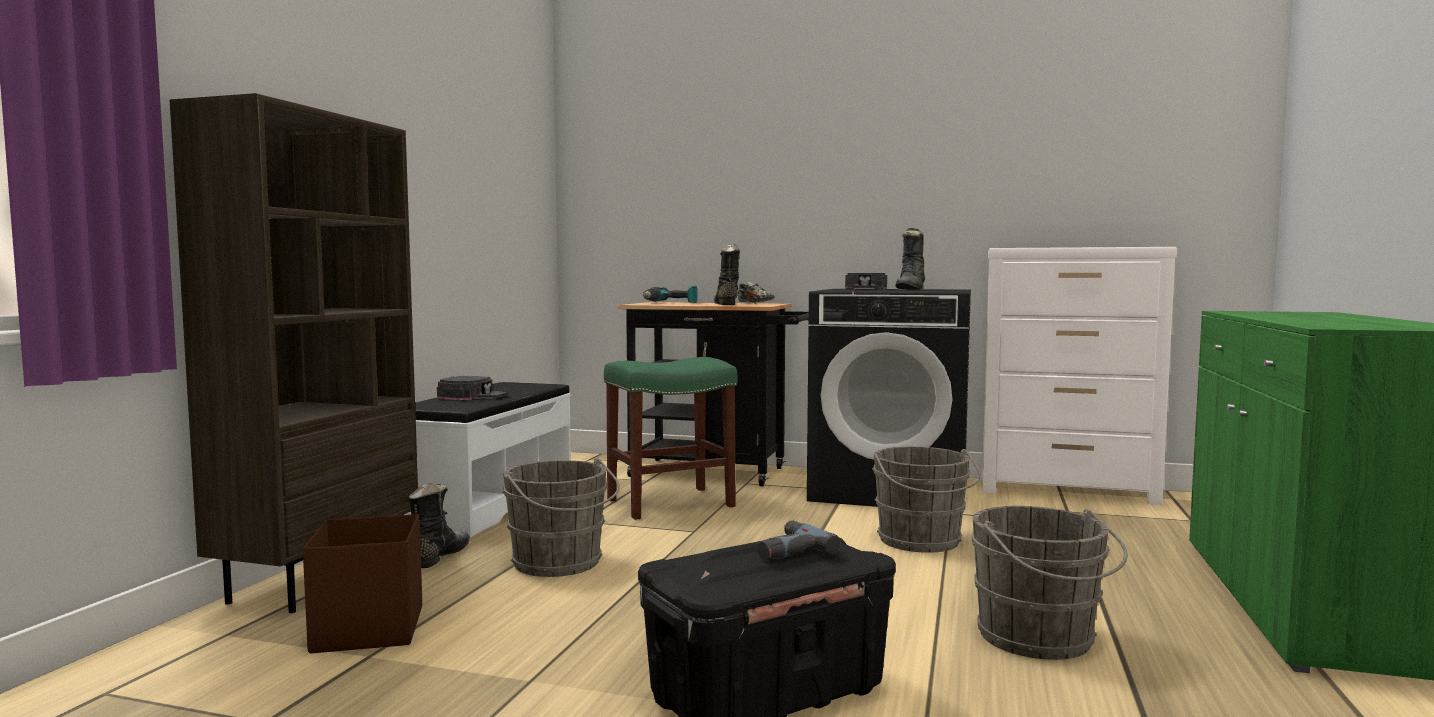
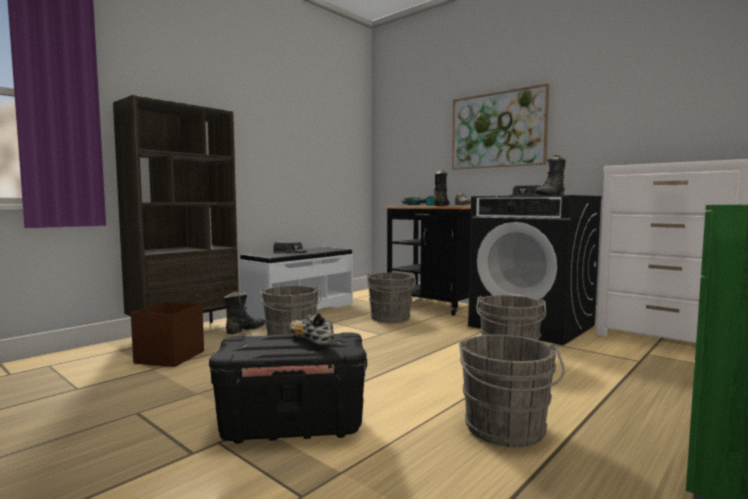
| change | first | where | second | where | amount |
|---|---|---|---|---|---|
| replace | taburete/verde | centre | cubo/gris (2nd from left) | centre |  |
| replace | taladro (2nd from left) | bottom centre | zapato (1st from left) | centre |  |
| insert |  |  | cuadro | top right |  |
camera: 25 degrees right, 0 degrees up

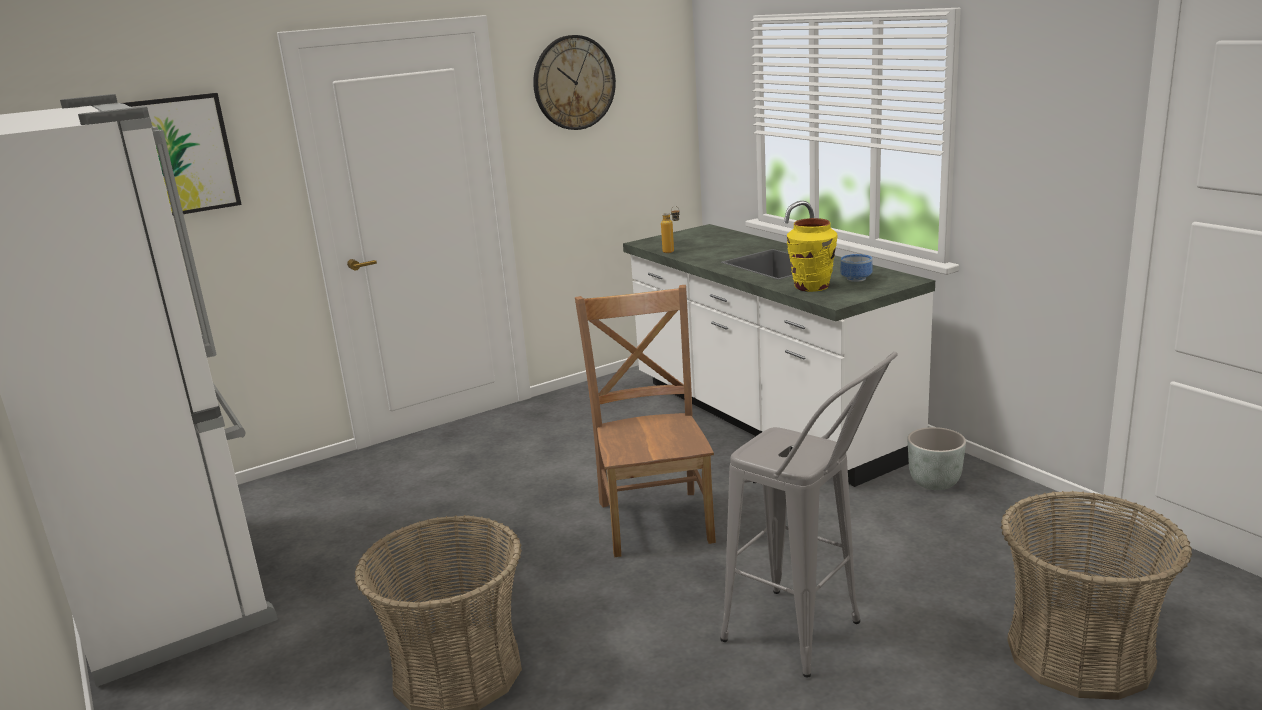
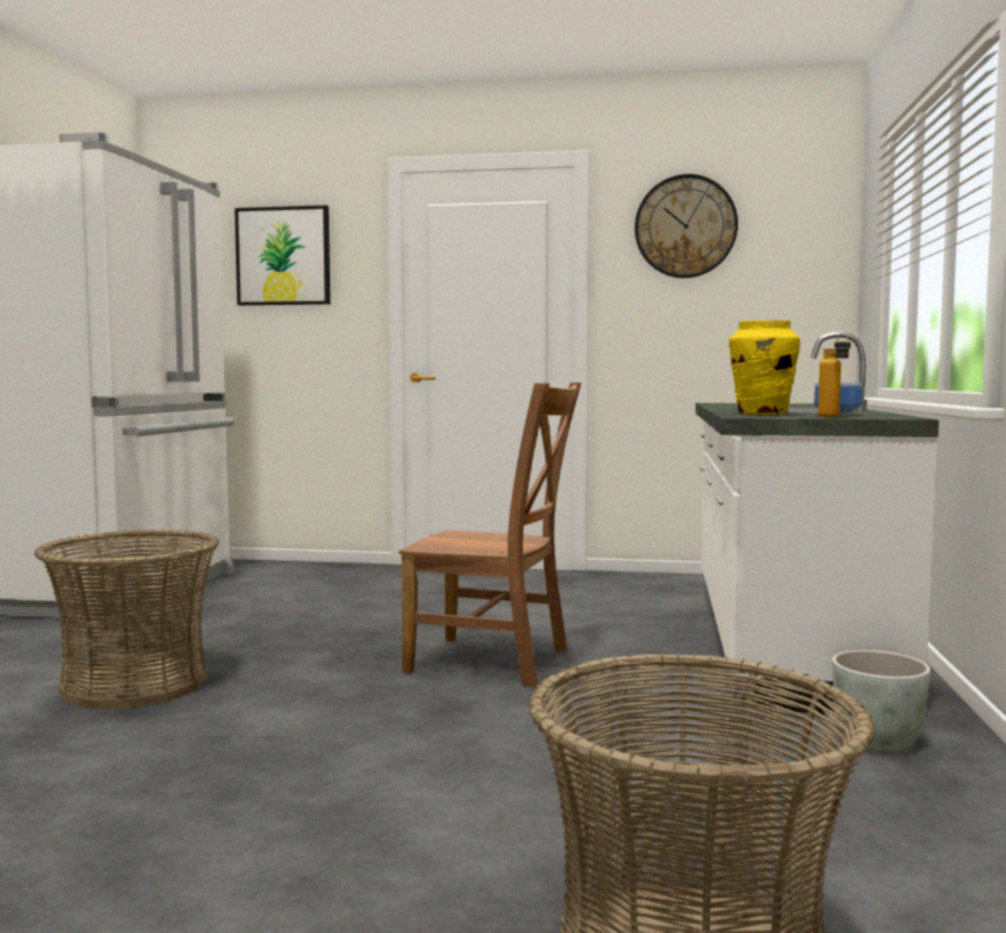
| change | first | where | second | where | amount |
|---|---|---|---|---|---|
| rotate | silla/marrón | centre |  | centre | 75 degrees clockwise |
| move | botella | top centre |  | middle right |  |
| delete | taburete/gris | bottom centre |  |  |  |
camera: 40 degrees right, 15 degrees down

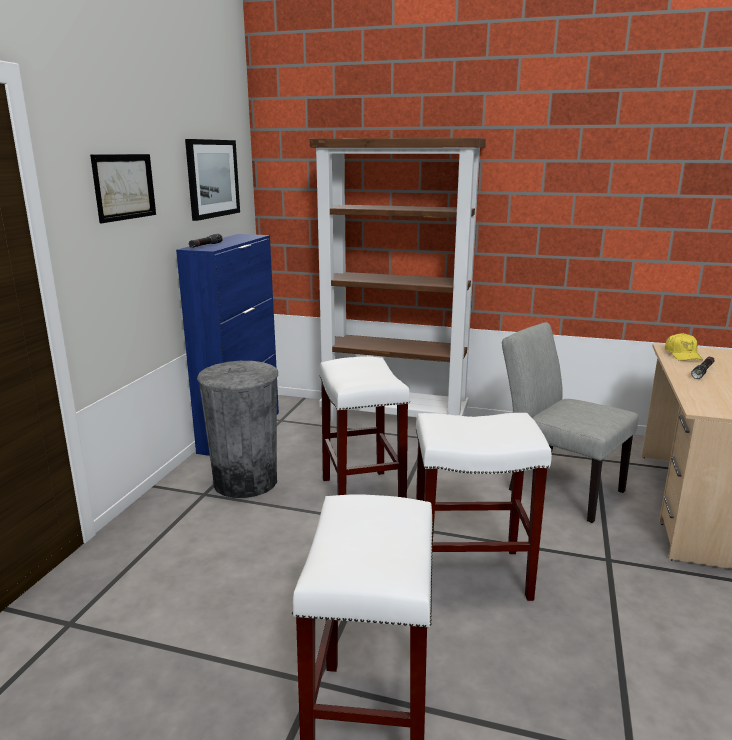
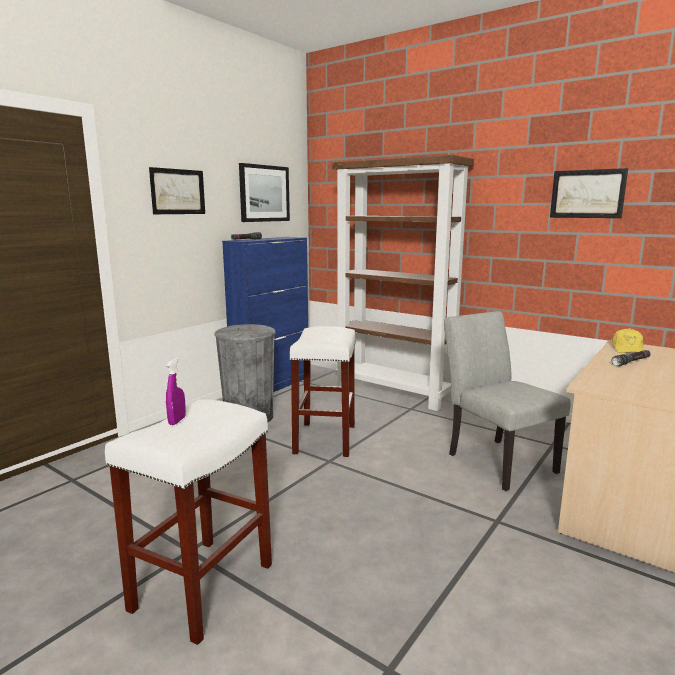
| change | first | where | second | where | amount |
|---|---|---|---|---|---|
| delete | taburete/blanco (3rd from left) | bottom centre |  |  |  |
| insert |  |  | pulverizador/morado | middle left |  |
| insert |  |  | cuadro (3rd from left) | top right |  |
camera: 20 degrees right, 5 degrees down

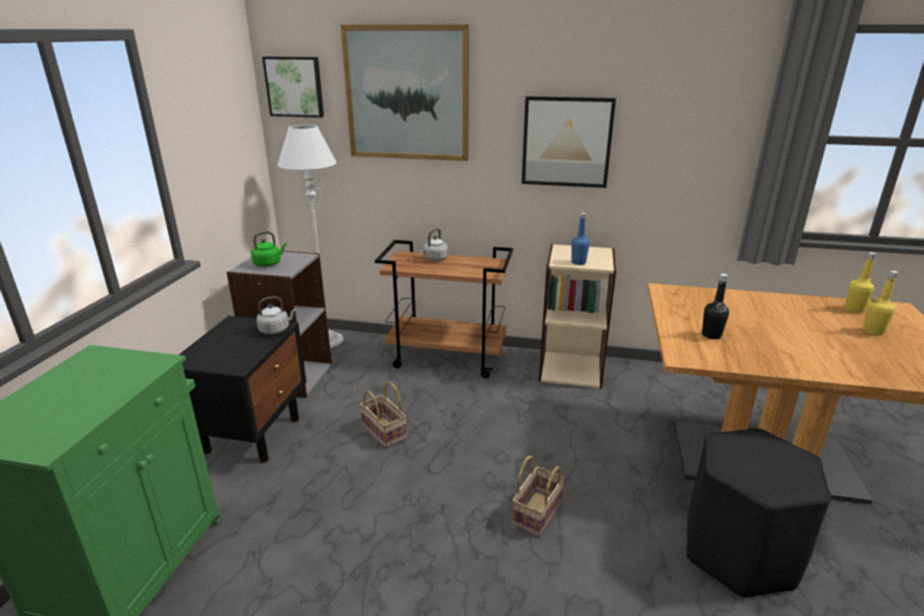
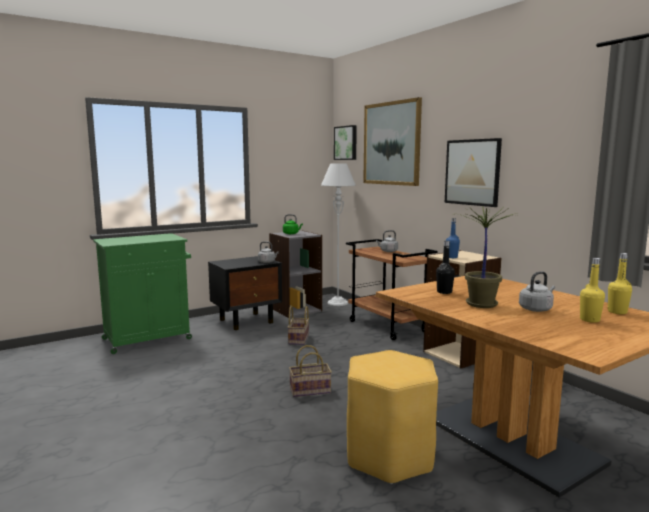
| change | first | where | second | where | amount |
|---|---|---|---|---|---|
| recolor | taburete/negro | bottom right | taburete/amarillo | bottom centre |  |
| insert |  |  | planta en maceta | middle right |  |
| insert |  |  | hervidor/gris (3rd from left) | middle right |  |
camera: 45 degrees right, 15 degrees down

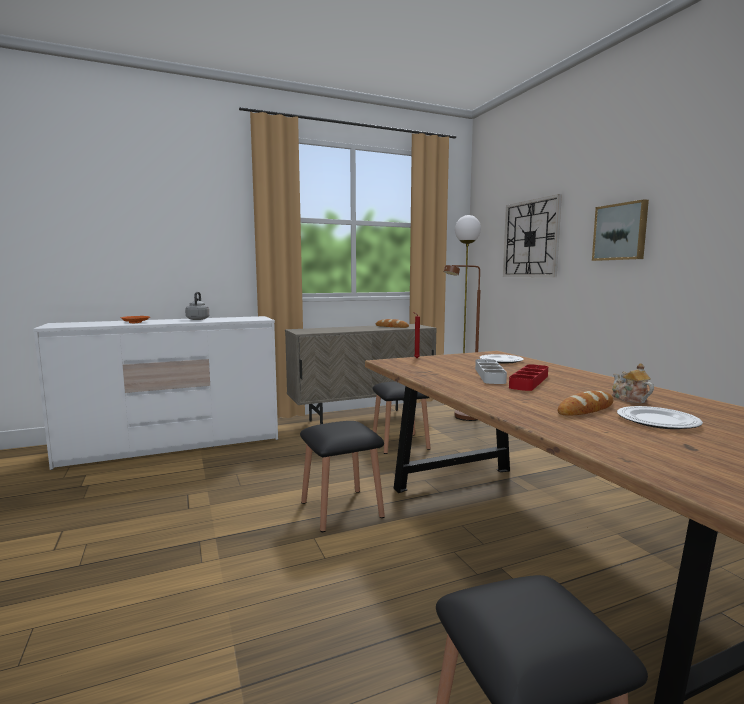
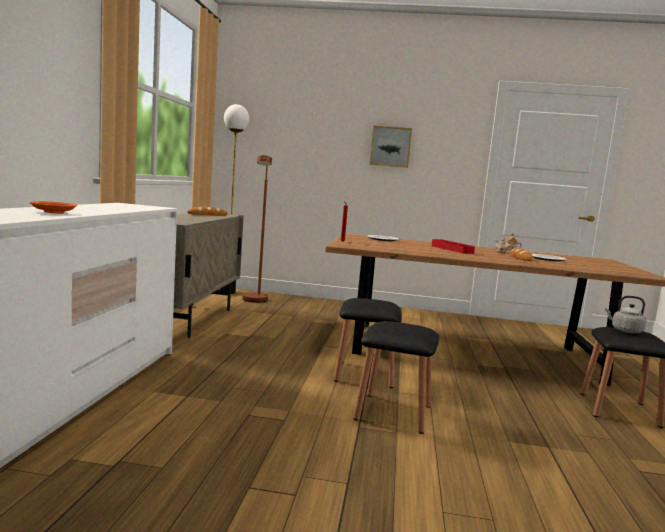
| change | first | where | second | where | amount |
|---|---|---|---|---|---|
| move | hervidor/gris | middle left |  | middle right |  |
| move | taburete/negro (2nd from left) | centre |  | bottom centre |  |
| delete | bandeja/gris | centre |  |  |  |
| delete | reloj de pared | middle right |  |  |  |
camera: 60 degrees left, 0 degrees up

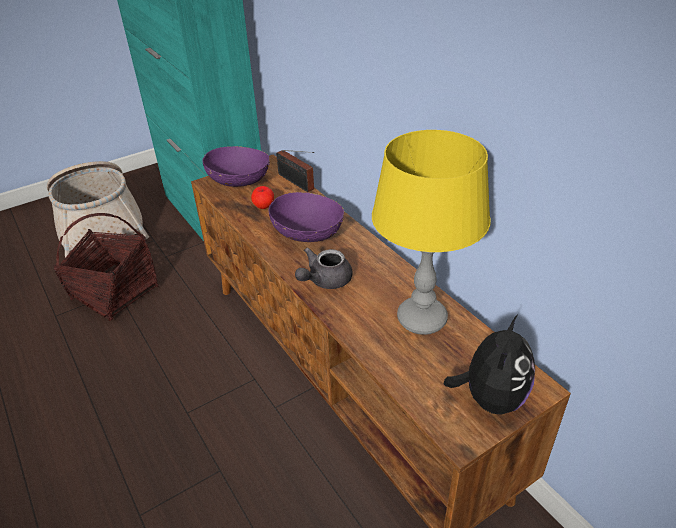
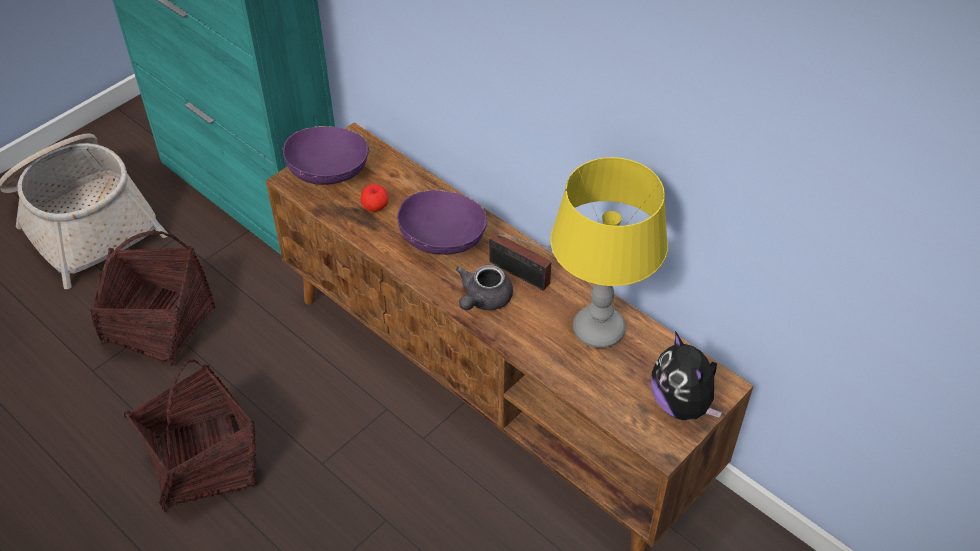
| change | first | where | second | where | amount |
|---|---|---|---|---|---|
| move | radio | top centre |  | centre |  |
| rotate | peluche | bottom right |  | bottom right | 150 degrees clockwise |
| insert |  |  | cesta (3rd from left) | bottom left |  |
camera: 15 degrees left, 10 degrees up

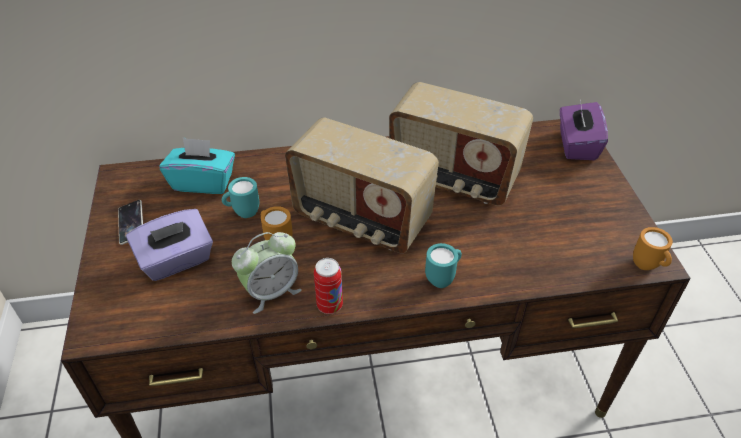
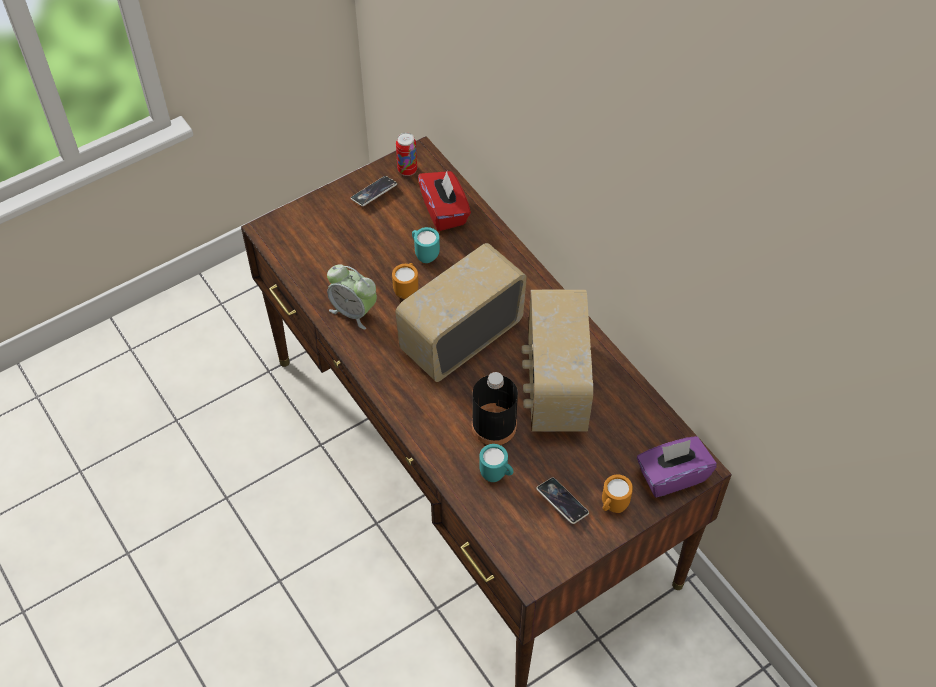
| change | first | where | second | where | amount |
|---|---|---|---|---|---|
| delete | caja de pañuelos/morado (1st from left) | middle left |  |  |  |
| recolor | caja de pañuelos/turquesa | middle left | caja de pañuelos/rojo | top centre |  |
| rotate | radio (1st from left) | centre |  | centre | 45 degrees clockwise |
| move | lata | centre |  | top centre |  |
| move | taza grande/turquesa (2nd from left) | centre |  | bottom centre |  |
| move | taza grande/naranja (2nd from left) | middle right |  | bottom centre |  |
| insert |  |  | botella/negro | centre |  |
| insert |  |  | móvil (2nd from left) | bottom centre |  |
camera: 65 degrees right, 10 degrees up

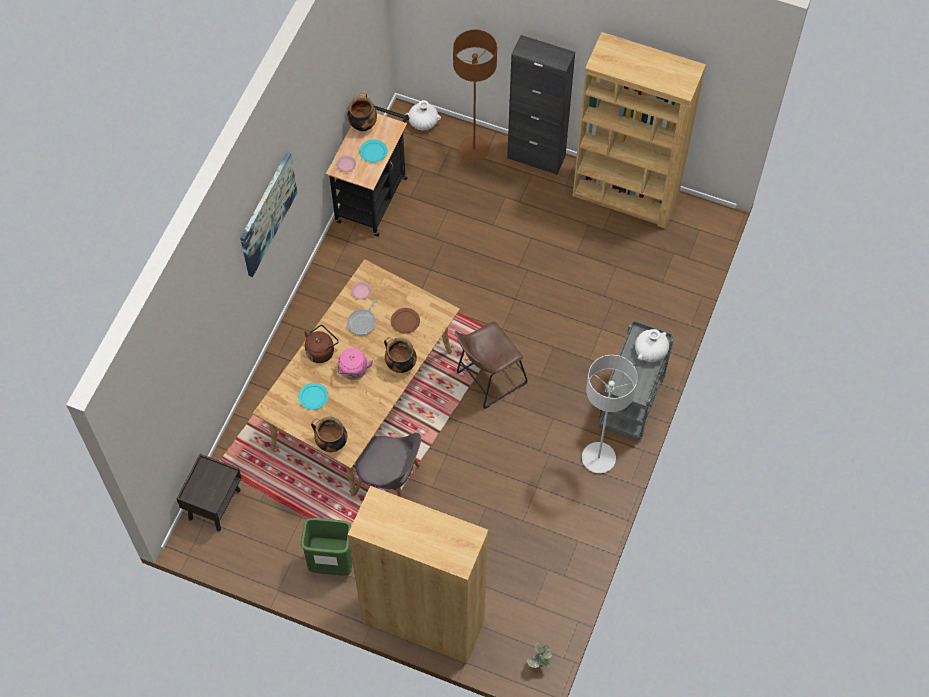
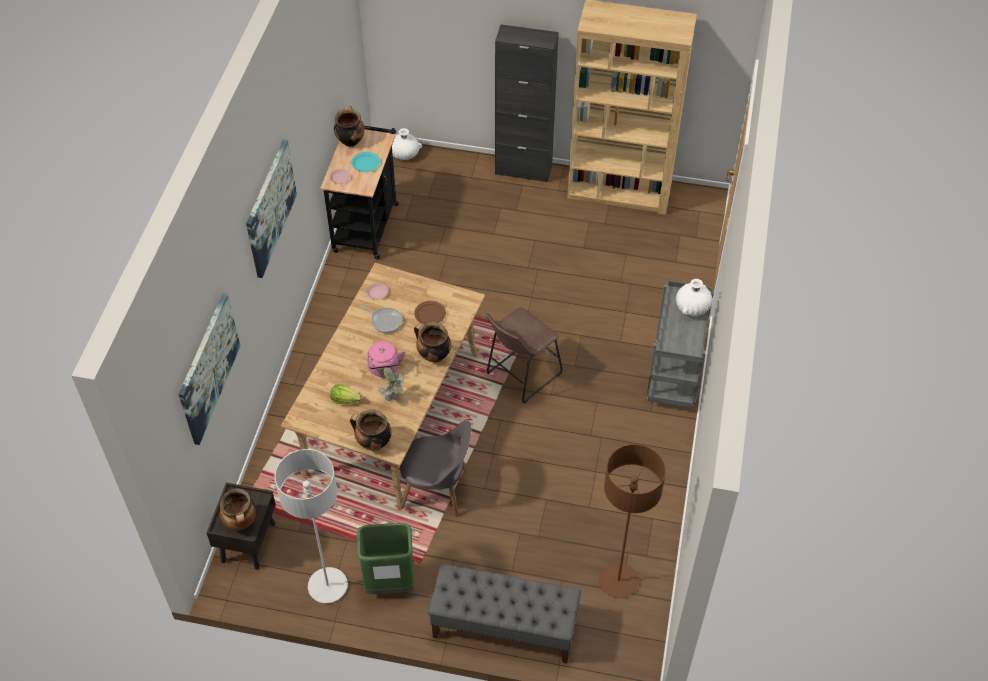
| change | first | where | second | where | amount |
|---|---|---|---|---|---|
| replace | plato/turquesa (1st from left) | centre | lechuga | centre |  |
| delete | hervidor/marrón | centre |  |  |  |
| rotate | sartén | centre |  | centre | 75 degrees counterclockwise |
| replace | estantería/marrón (1st from left) | bottom centre | banco/gris | bottom centre |  |
| move | lámpara de pie/marrón | top centre |  | bottom centre |  |
| move | planta en maceta | bottom centre |  | centre |  |
| move | lámpara de pie/gris | centre |  | bottom left |  |
| insert |  |  | cuadro (1st from left) | middle left |  |
| insert |  |  | olla (1st from left) | bottom left |  |
camera: 10 degrees left, 10 degrees down

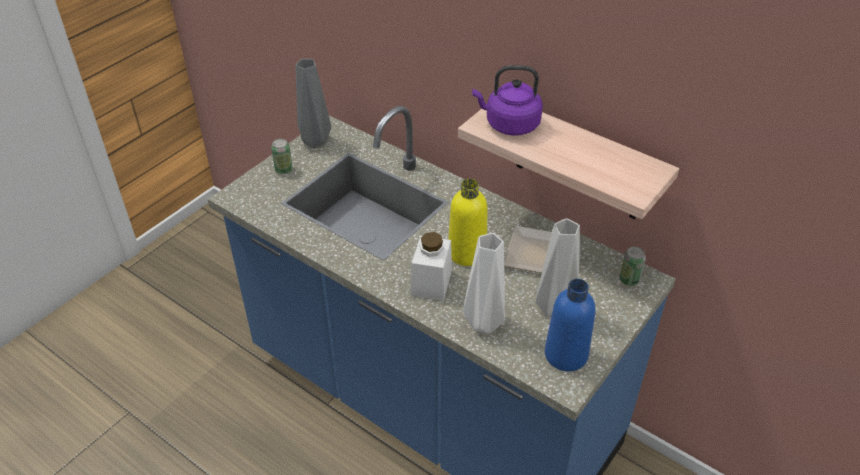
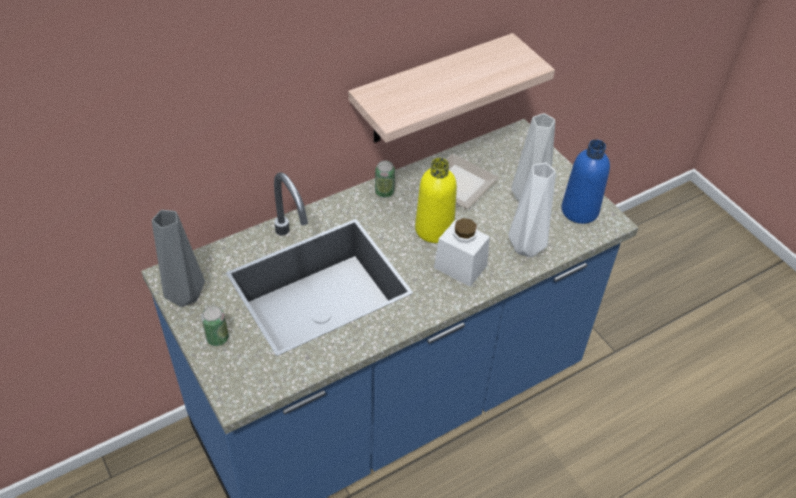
| change | first | where | second | where | amount |
|---|---|---|---|---|---|
| delete | hervidor/morado | top centre |  |  |  |
| move | lata (2nd from left) | middle right |  | centre |  |
camera: 70 degrees left, 5 degrees up

